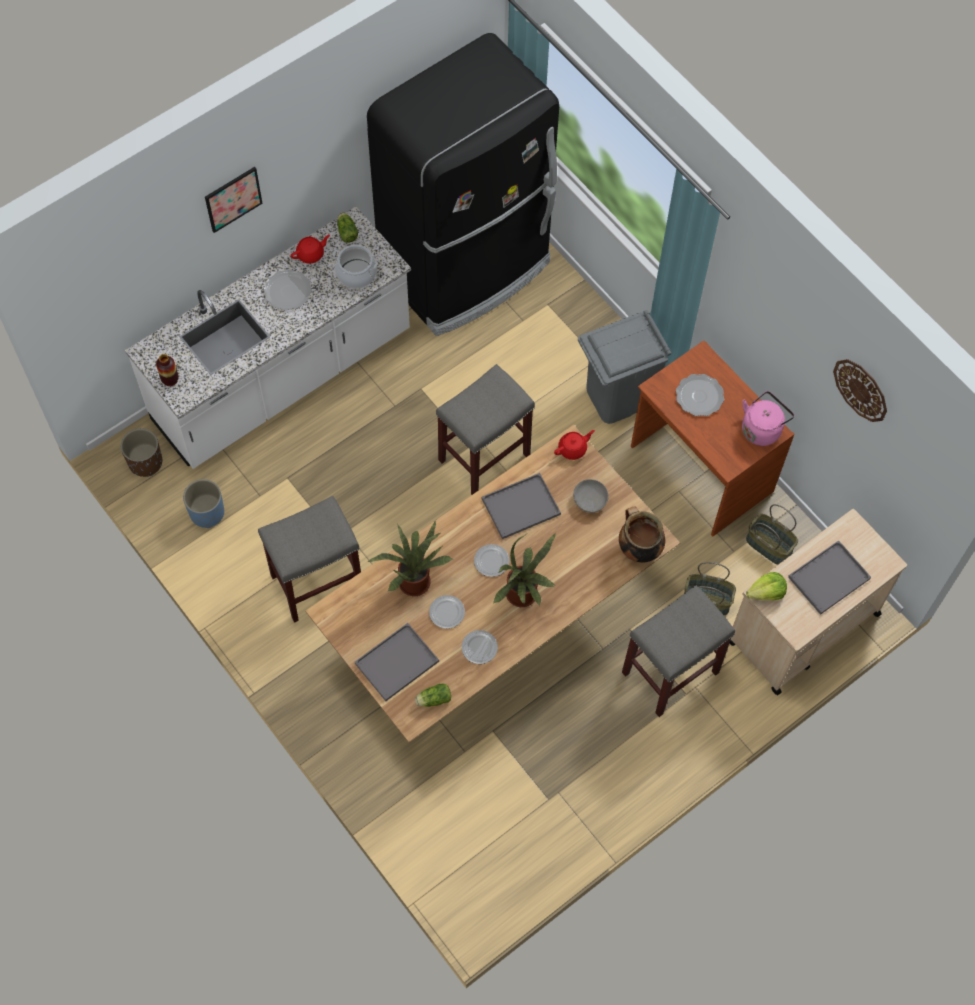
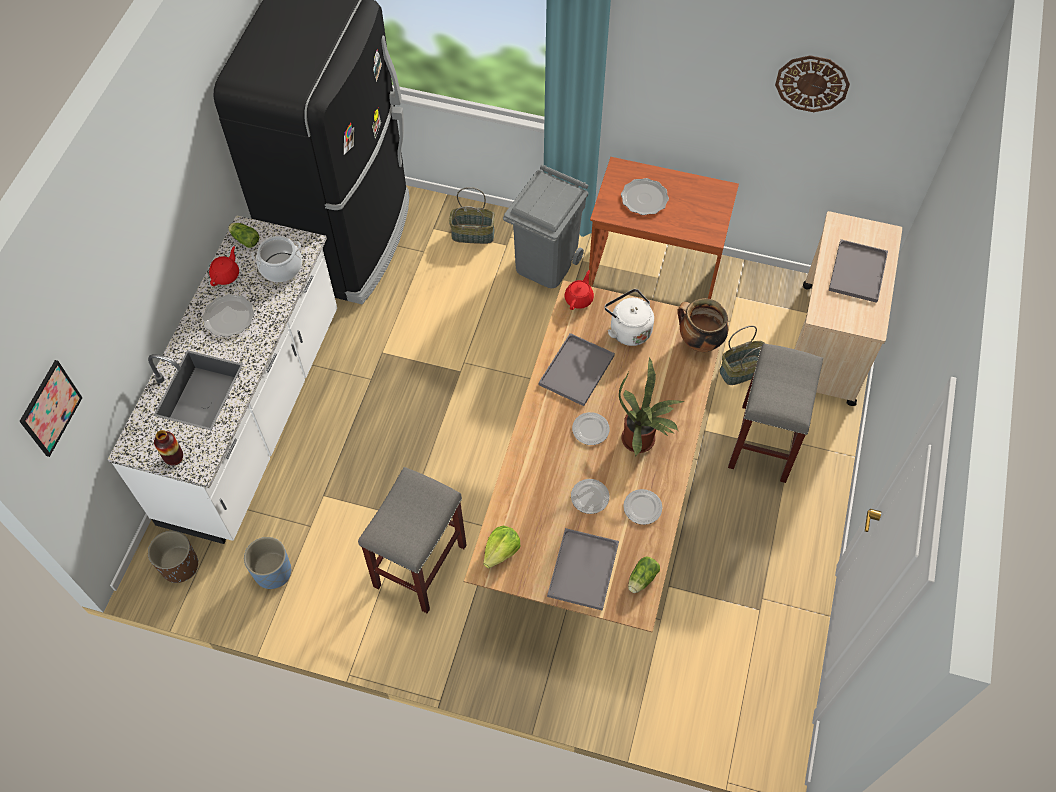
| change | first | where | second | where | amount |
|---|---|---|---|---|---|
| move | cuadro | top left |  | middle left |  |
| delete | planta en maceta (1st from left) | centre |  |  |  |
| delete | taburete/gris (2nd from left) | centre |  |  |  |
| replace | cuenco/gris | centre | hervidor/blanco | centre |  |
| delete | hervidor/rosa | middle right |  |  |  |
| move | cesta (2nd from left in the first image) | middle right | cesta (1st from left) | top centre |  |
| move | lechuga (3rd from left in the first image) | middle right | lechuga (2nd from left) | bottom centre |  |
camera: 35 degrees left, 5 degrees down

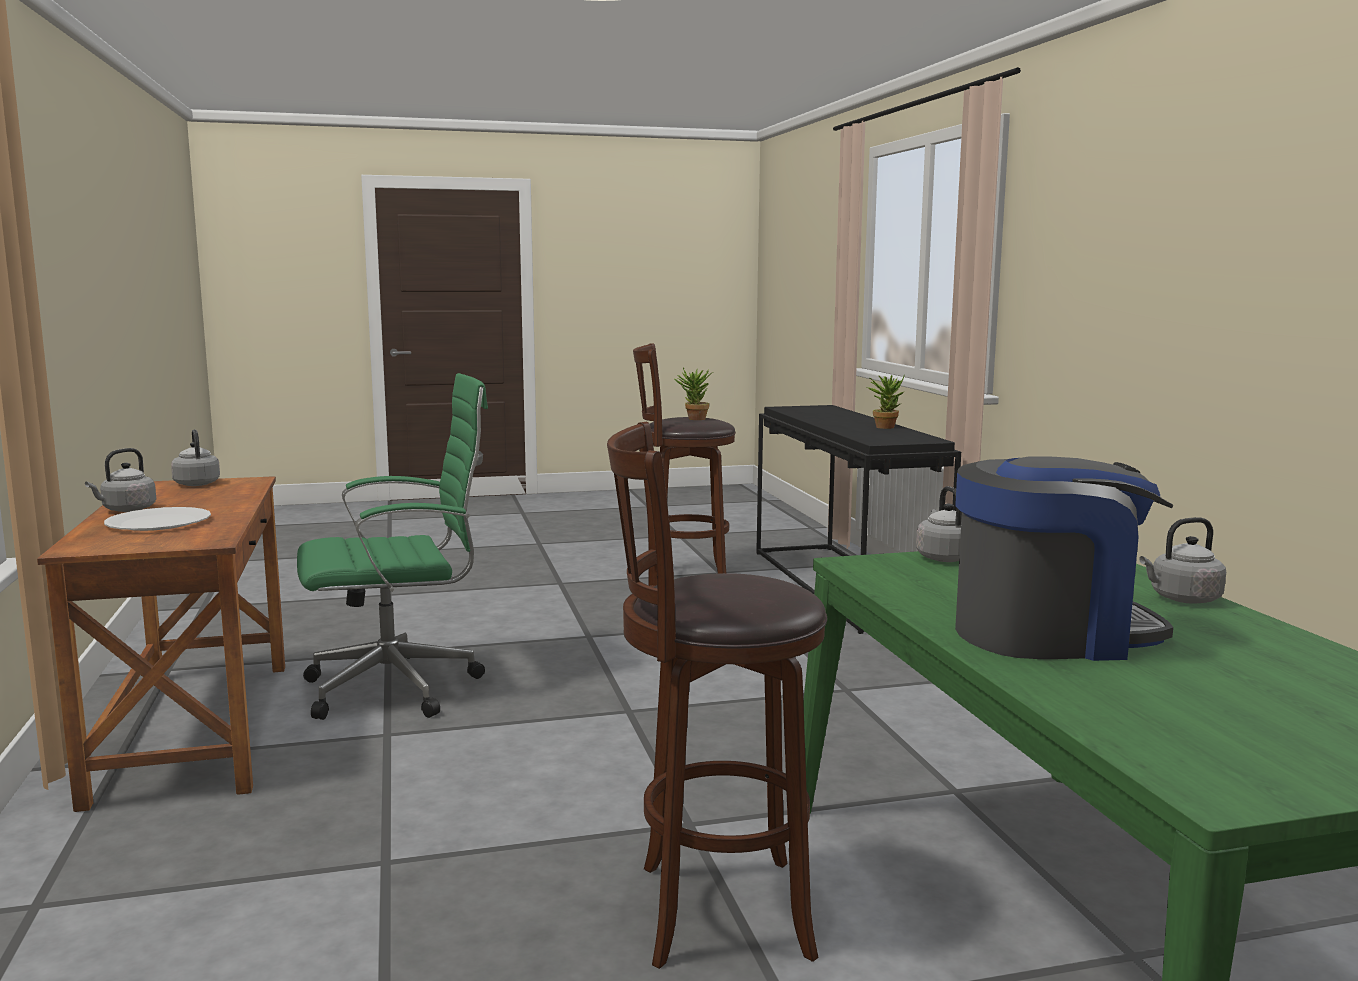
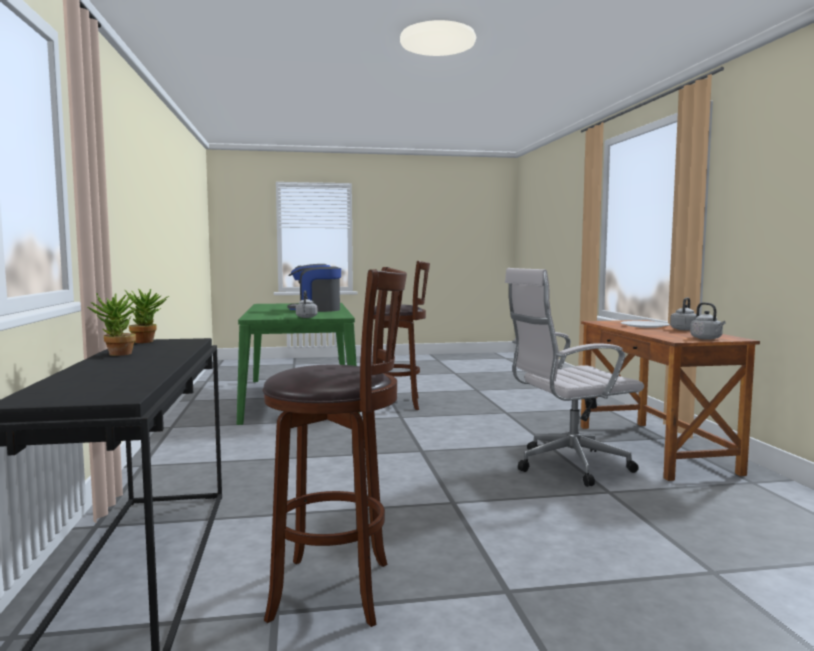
| change | first | where | second | where | amount |
|---|---|---|---|---|---|
| recolor | silla de oficina/verde | middle left | silla de oficina/blanco | middle right |  |
| move | planta en maceta (1st from left in the first image) | centre | planta en maceta (2nd from left) | middle left |  |
| delete | hervidor/gris (4th from left) | middle right |  |  |  |
camera: 175 degrees left, 5 degrees down

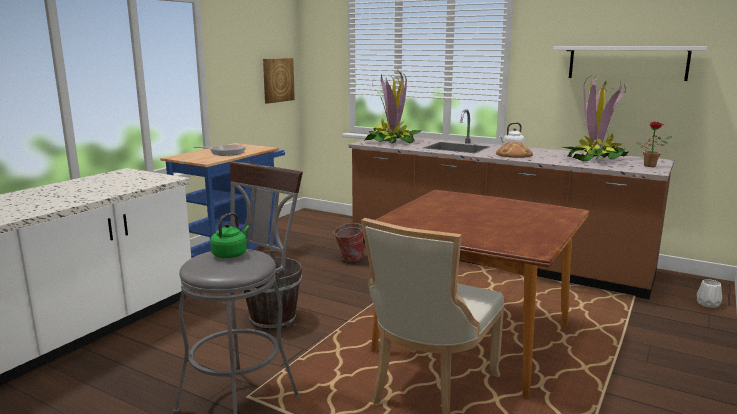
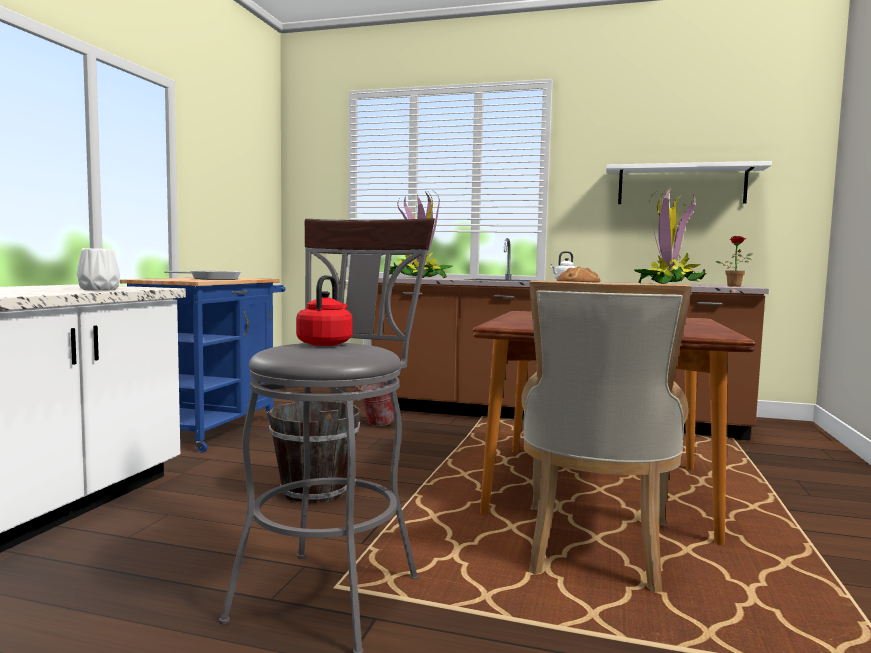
| change | first | where | second | where | amount |
|---|---|---|---|---|---|
| recolor | hervidor/verde | middle left | hervidor/rojo | centre |  |
| delete | cuadro | top centre |  |  |  |
| move | florero/blanco | bottom right |  | middle left |  |
camera: 15 degrees left, 10 degrees down

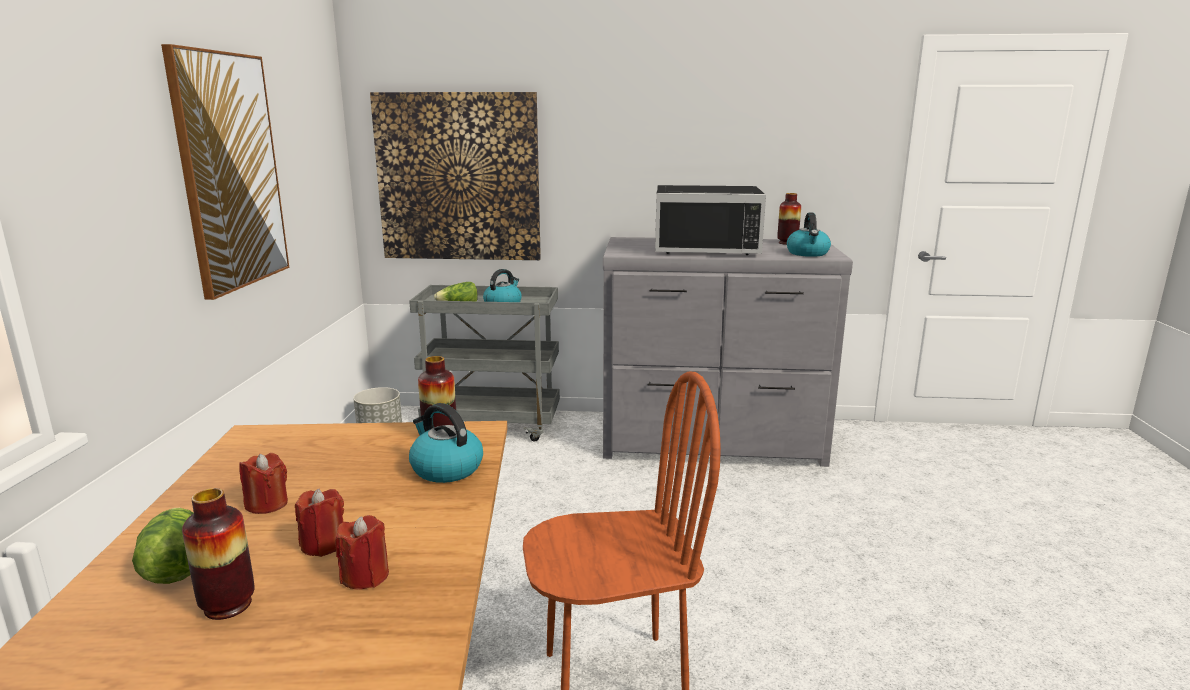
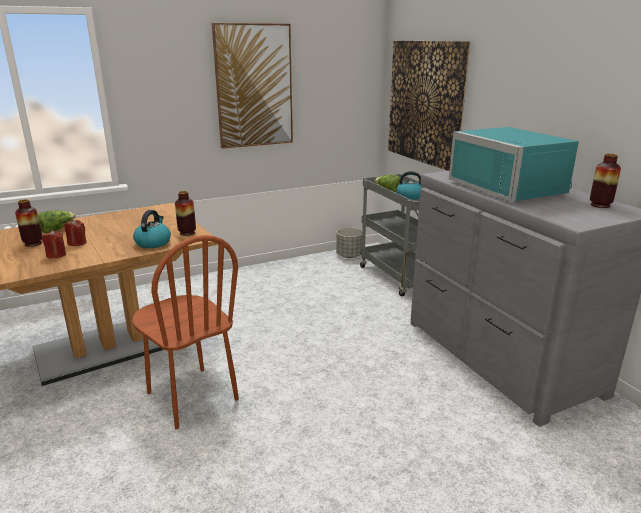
| change | first | where | second | where | amount |
|---|---|---|---|---|---|
| delete | vela/rojo (1st from left) | bottom left |  |  |  |
| recolor | microondas/negro | top centre | microondas/turquesa | top right |  |
| delete | hervidor (3rd from left) | middle right |  |  |  |
camera: 60 degrees right, 5 degrees up

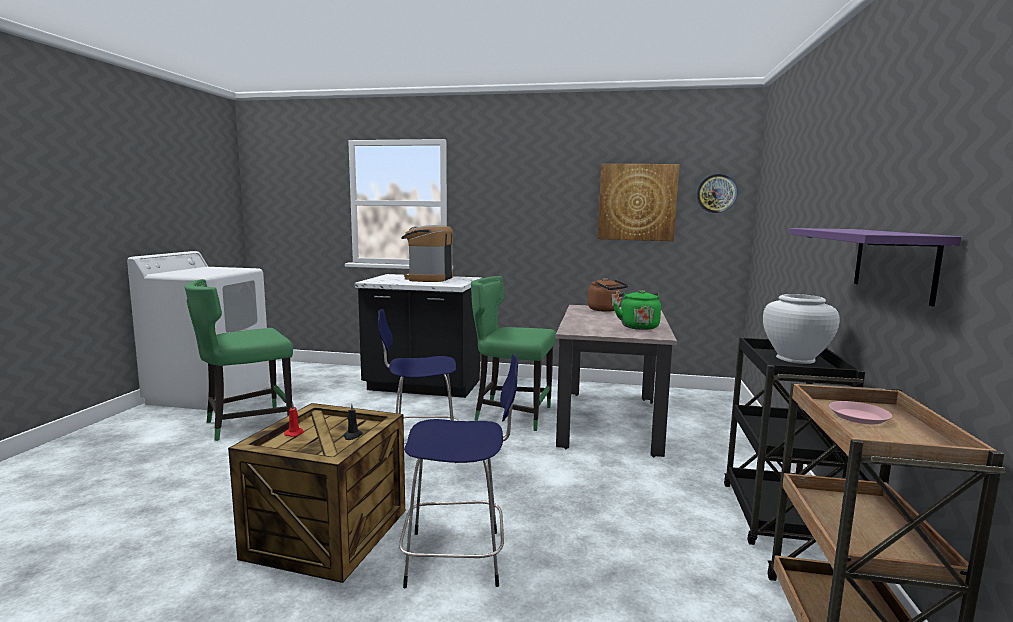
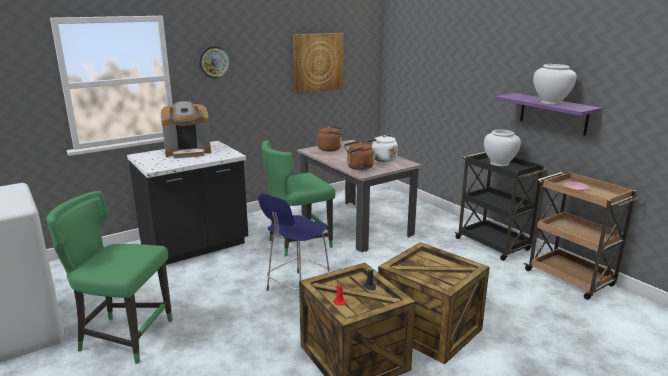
| change | first | where | second | where | amount |
|---|---|---|---|---|---|
| rotate | silla/verde (1st from left) | middle left |  | bottom left | 90 degrees clockwise |
| replace | taburete/azul (2nd from left) | bottom centre | caja de embalaje (2nd from left) | bottom centre |  |
| rotate | cafetera | centre |  | middle left | 75 degrees counterclockwise |
| recolor | hervidor/verde | centre | hervidor/blanco | centre |  |
| move | reloj de pared | top right |  | top left |  |
| insert |  |  | hervidor/marrón (2nd from left) | centre |  |
| insert |  |  | florero/blanco (2nd from left) | top right |  |
camera: 45 degrees left, 10 degrees up

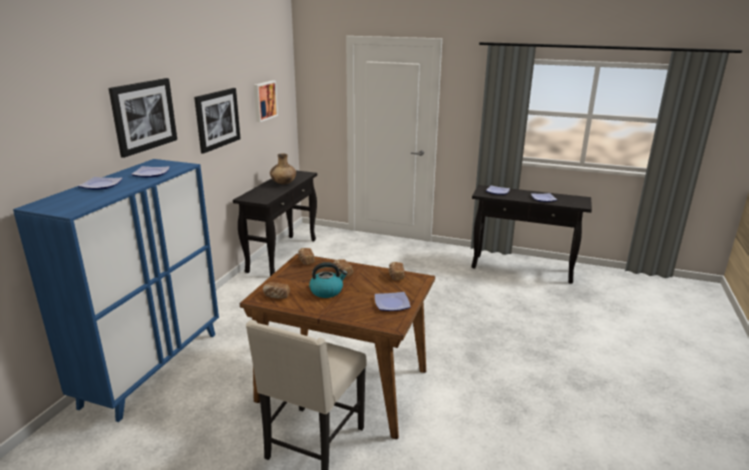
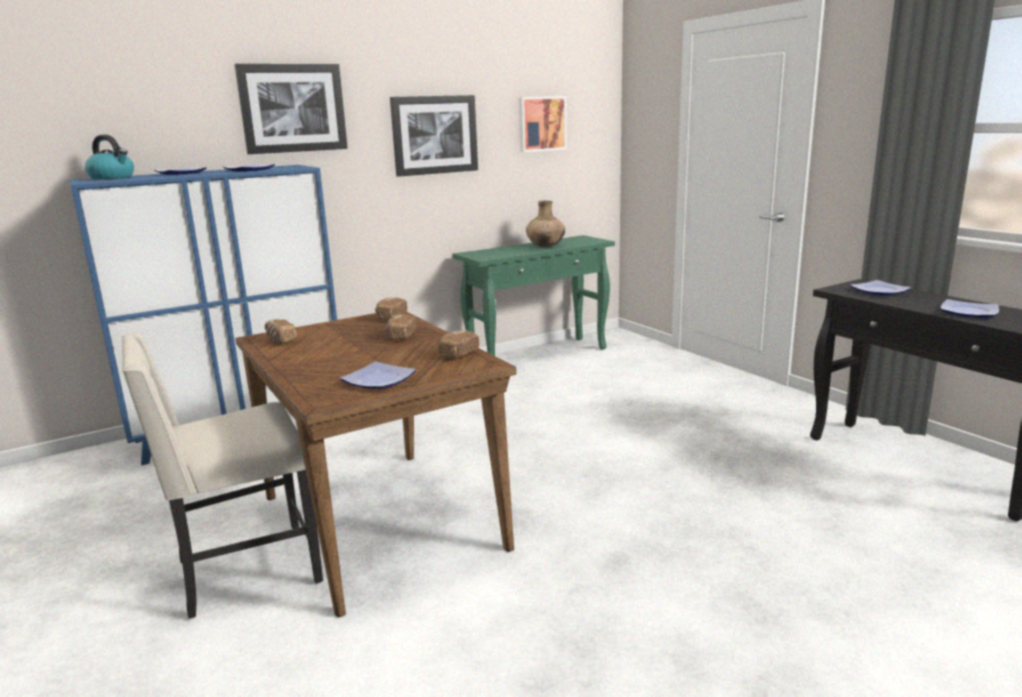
| change | first | where | second | where | amount |
|---|---|---|---|---|---|
| recolor | mesa consola/negro (1st from left) | centre | mesa consola/verde | centre |  |
| move | hervidor | centre |  | top left |  |
camera: 40 degrees right, 5 degrees down

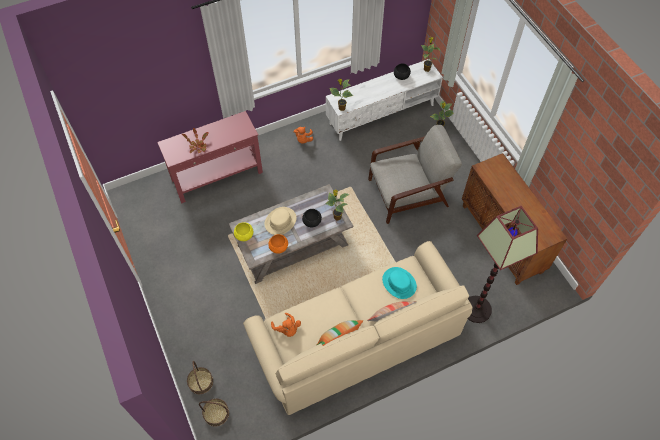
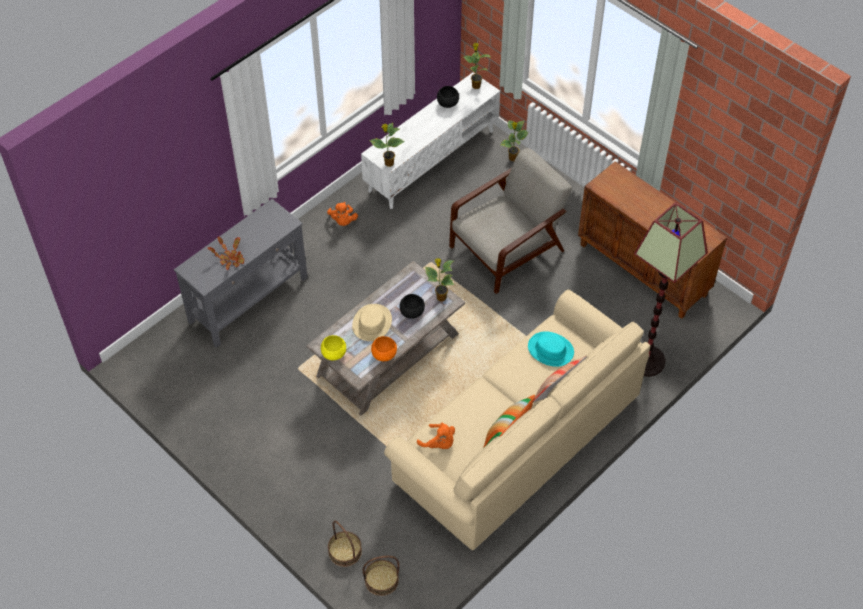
| change | first | where | second | where | amount |
|---|---|---|---|---|---|
| recolor | mesa consola/rojo | middle left | mesa consola/gris | middle left |  |
camera: 20 degrees left, 5 degrees down

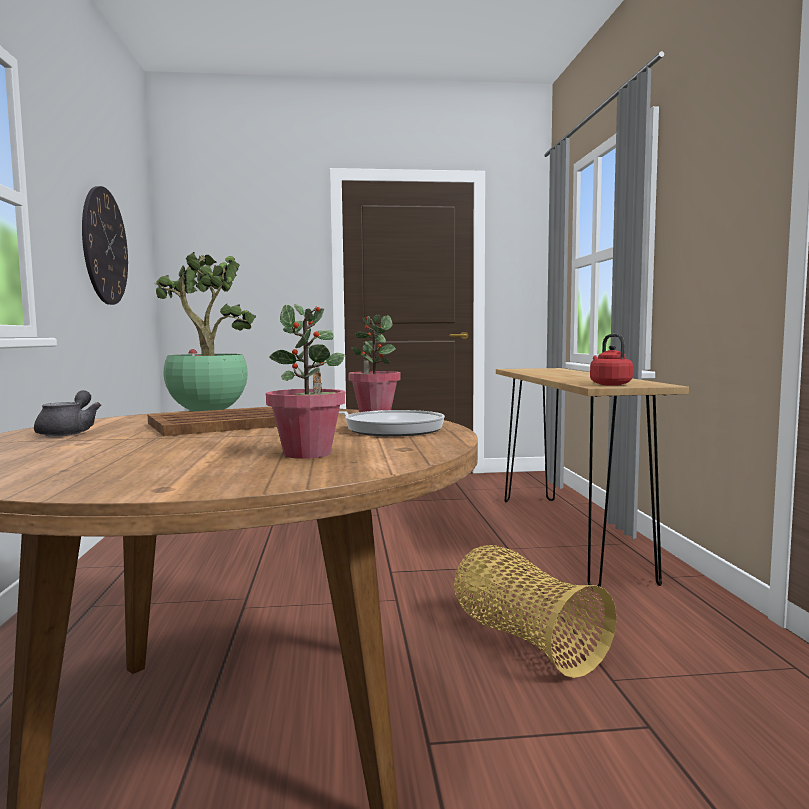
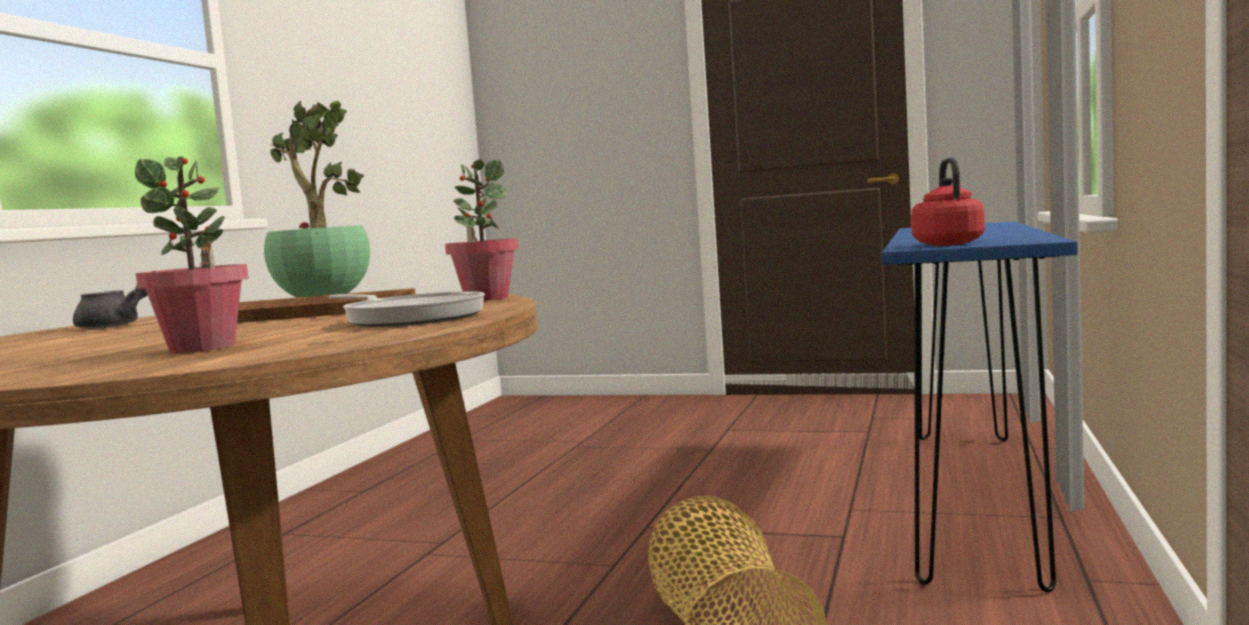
| change | first | where | second | where | amount |
|---|---|---|---|---|---|
| delete | reloj de pared | top left |  |  |  |
| recolor | mesa consola/marrón | middle right | mesa consola/azul | middle right |  |
camera: 25 degrees right, 0 degrees up

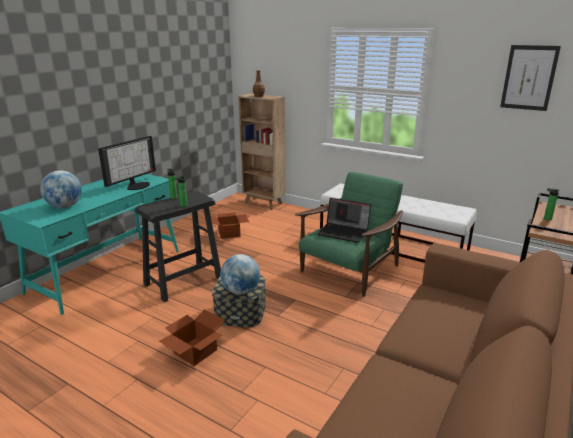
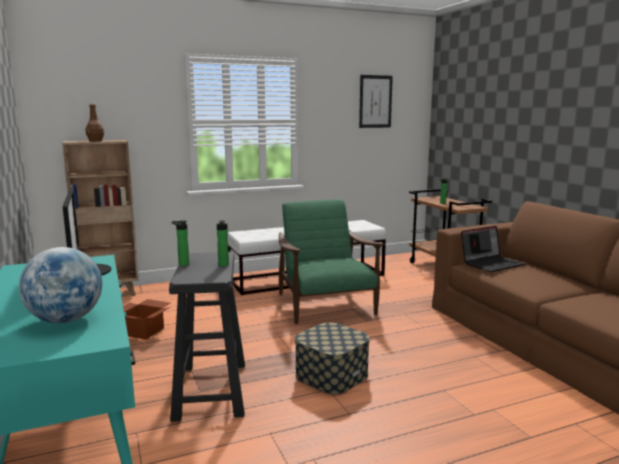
| change | first | where | second | where | amount |
|---|---|---|---|---|---|
| delete | caja de cartón (1st from left) | bottom centre |  |  |  |
| delete | globo terráqueo (2nd from left) | centre |  |  |  |
| move | portátil | centre |  | middle right |  |
camera: 55 degrees left, 10 degrees down

